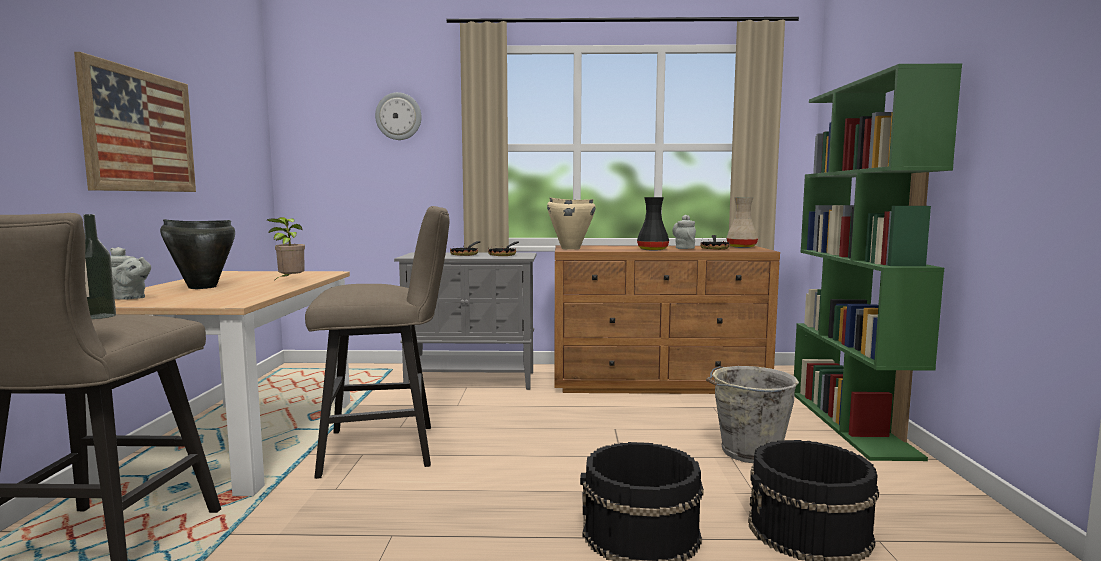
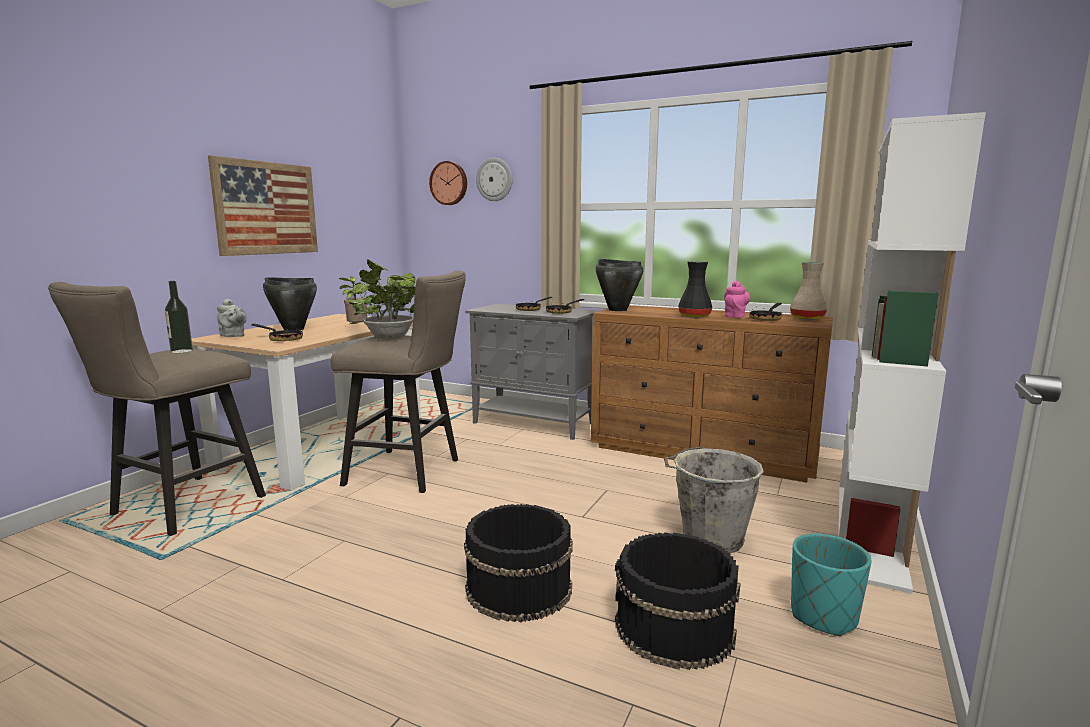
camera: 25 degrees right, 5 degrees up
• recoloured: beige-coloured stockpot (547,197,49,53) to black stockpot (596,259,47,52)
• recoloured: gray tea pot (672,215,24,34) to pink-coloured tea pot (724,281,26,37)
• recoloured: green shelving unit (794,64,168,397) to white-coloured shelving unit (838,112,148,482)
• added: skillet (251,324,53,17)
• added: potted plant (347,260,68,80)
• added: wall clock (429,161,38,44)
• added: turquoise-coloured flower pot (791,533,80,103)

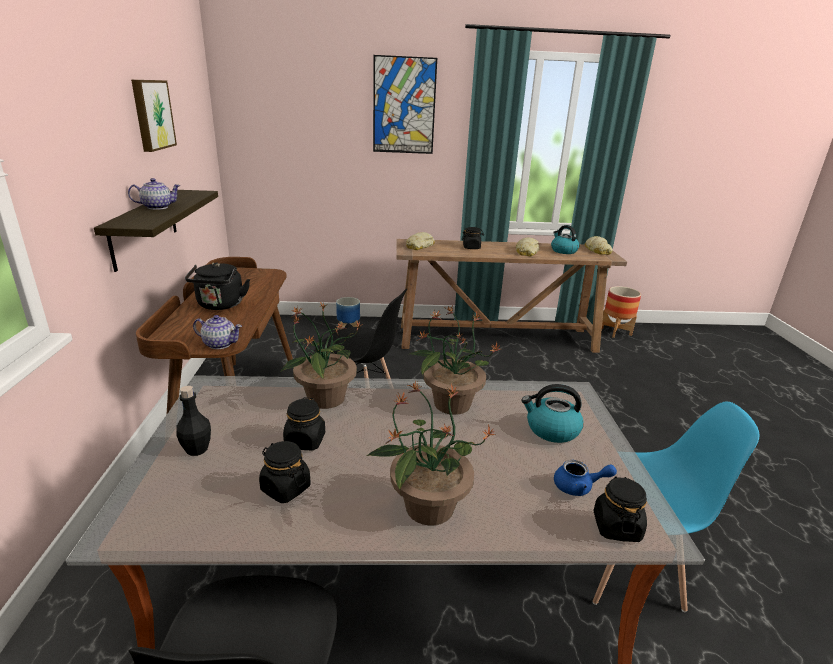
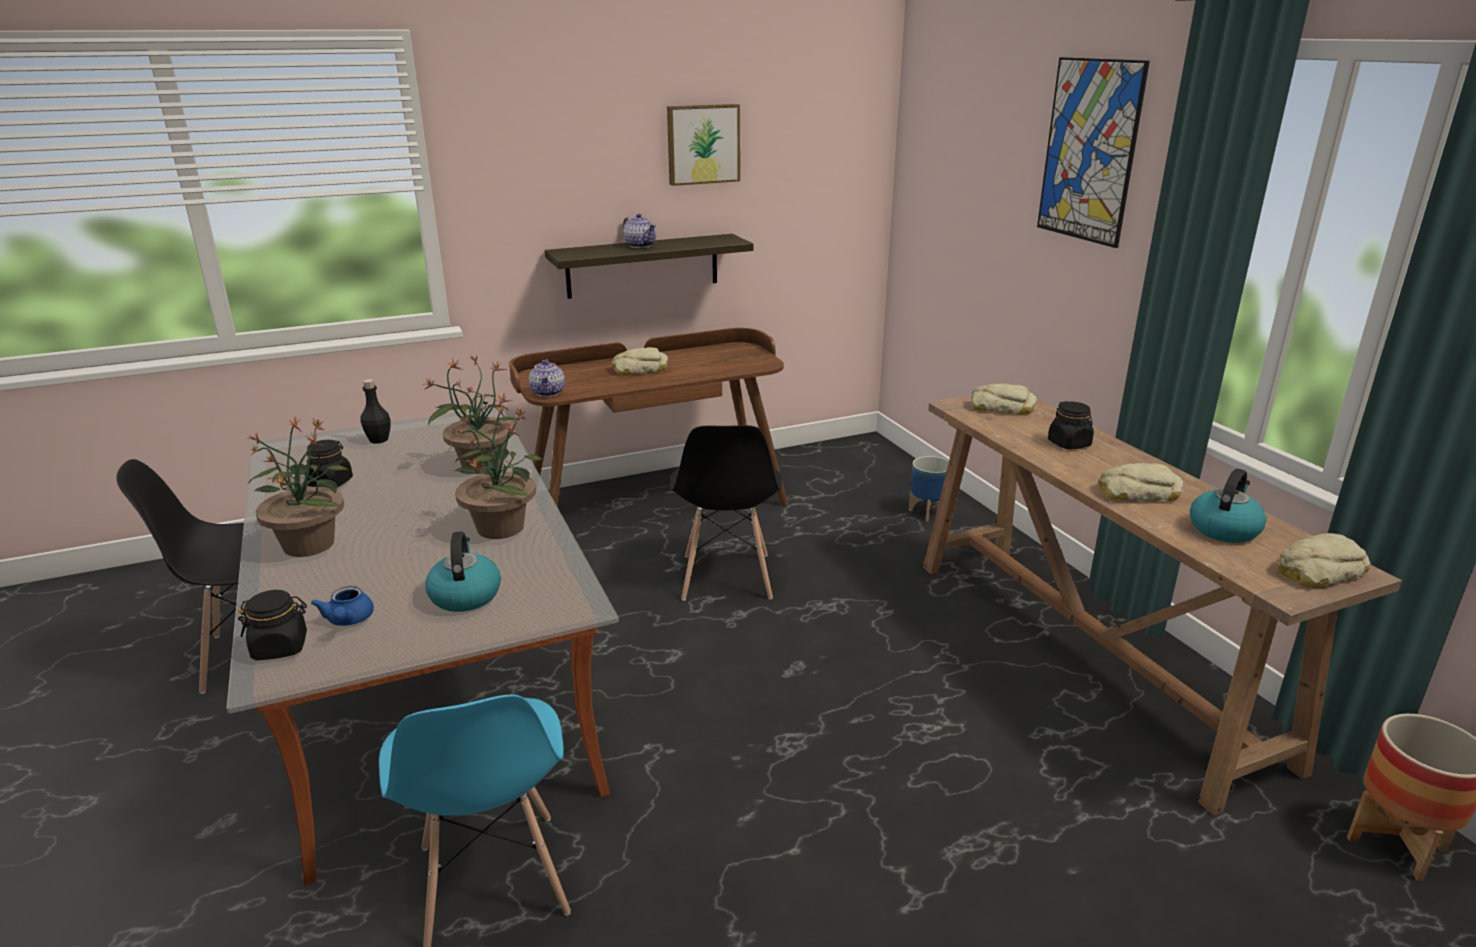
camera: 70 degrees right, 0 degrees up
• replaced: black kettle (185,262,65,48) to bakery bread (612,347,56,28)
• removed: black storage jar (283,397,42,53)

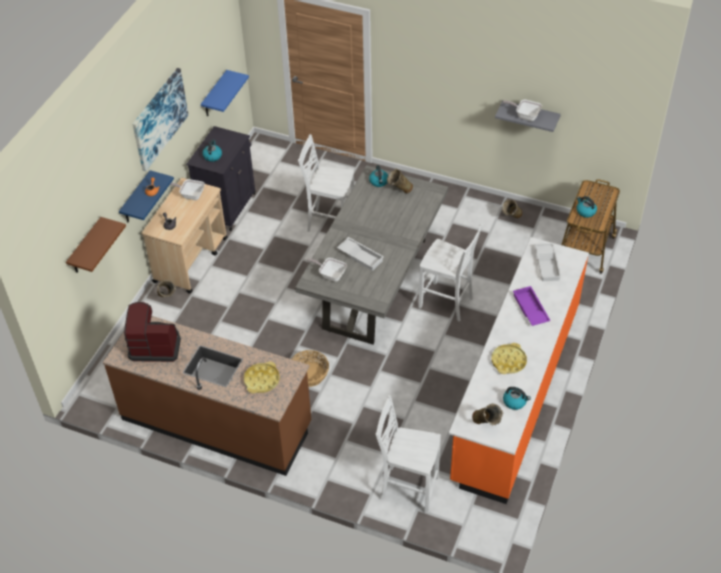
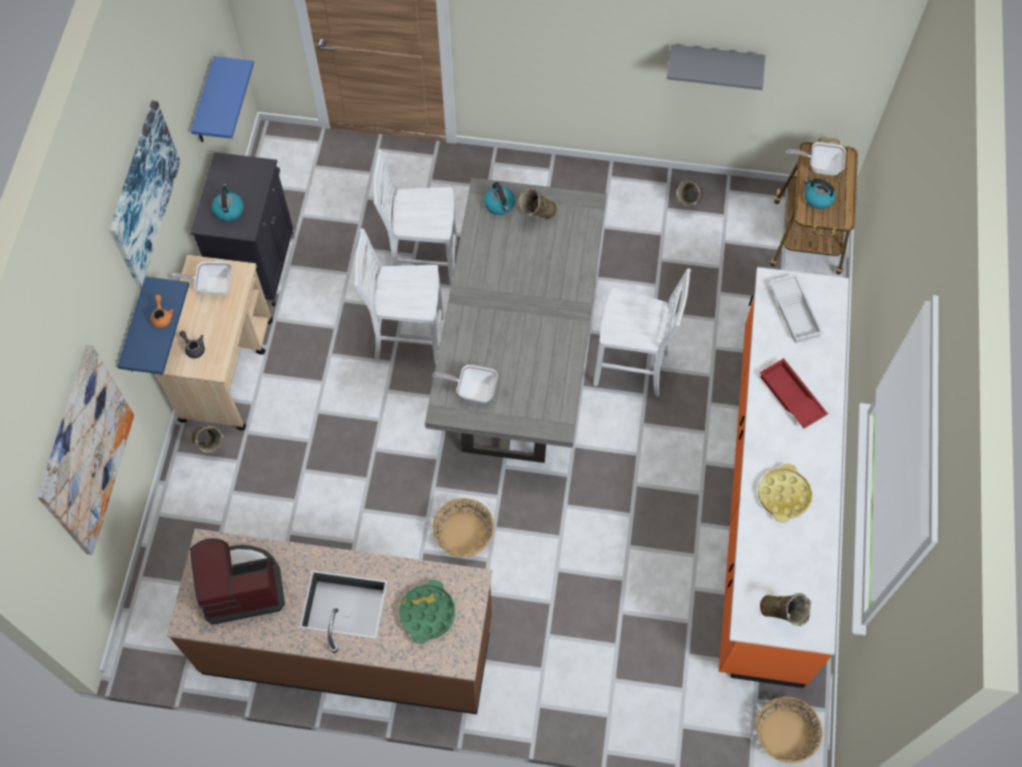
camera: 15 degrees left, 15 degrees up
• replaced: brown-coloured shelf (66,217,60,56) to wall picture (37,345,97,210)
• recoloured: yellow-coloured carrying tray (244,361,36,33) to green carrying tray (399,580,56,64)
• removed: white-coloured carrying tray (337,237,47,34)
• moved: white-coloured chair (376,395,65,119) to (354,228,90,137)
• moved: skillet (503,99,39,22) to (786,142,60,34)
• removed: kettle (503,387,28,23)
• recoloured: purple carrying tray (513,286,38,40) to red carrying tray (760,358,68,70)
• added: storage basket (756,696,67,67)

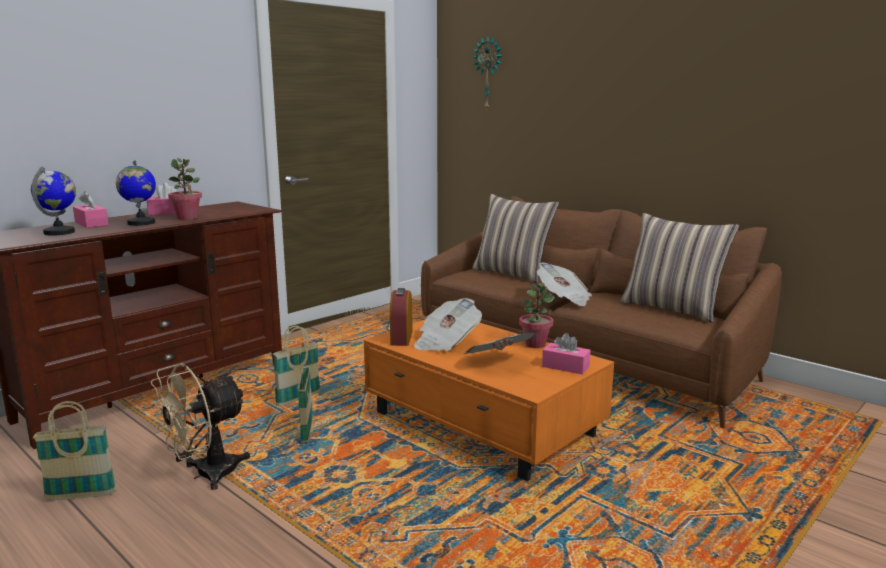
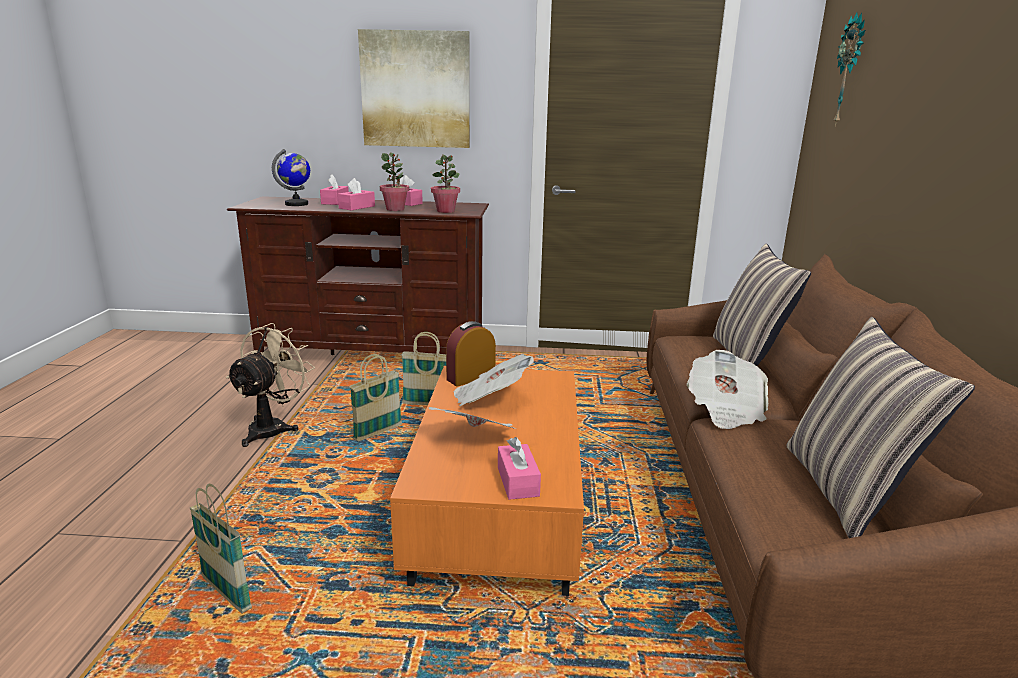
camera: 50 degrees right, 5 degrees up
• moved: storage basket (33,401,84,99) to (189,484,63,130)
• replaced: globe (116,160,40,66) to pink-coloured tissue box (338,178,37,32)
• turned: beige-coloured cooling fan (151,363,99,127) = (226,323,89,124) 105 degrees clockwise
• moved: potted plant (519,283,36,65) to (431,154,29,59)
• added: wall picture (358,29,112,119)

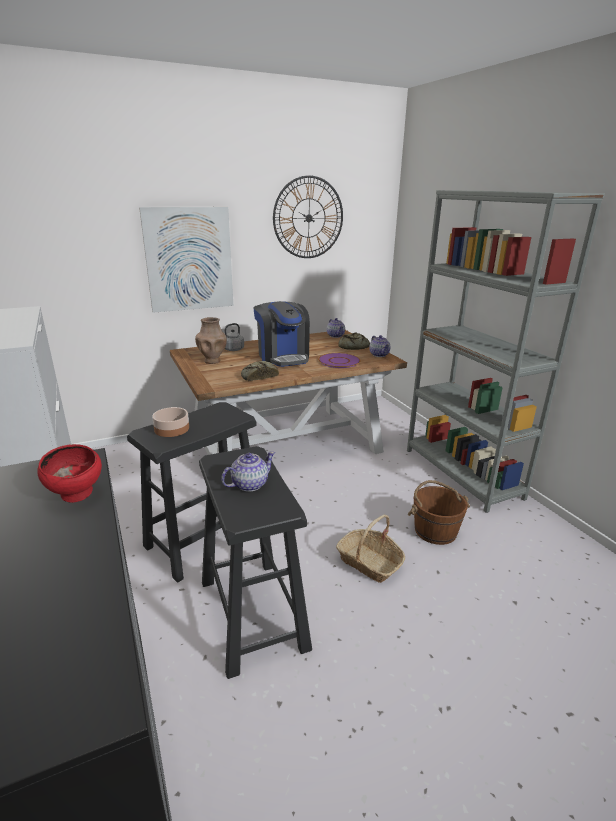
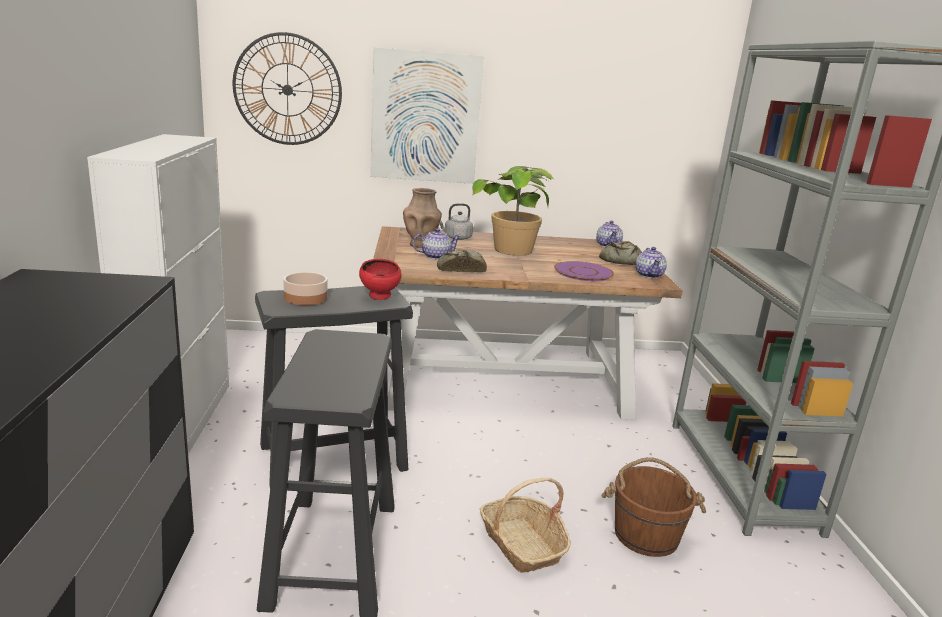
camera: 20 degrees right, 5 degrees down
• moved: red deep dish (37,444,65,59) to (359,259,43,41)
• moved: tea pot (221,451,54,41) to (413,228,48,32)
• replaced: coffee machine (253,301,57,66) to potted plant (472,166,82,90)
• moved: wall clock (273,175,70,83) to (233,32,109,113)

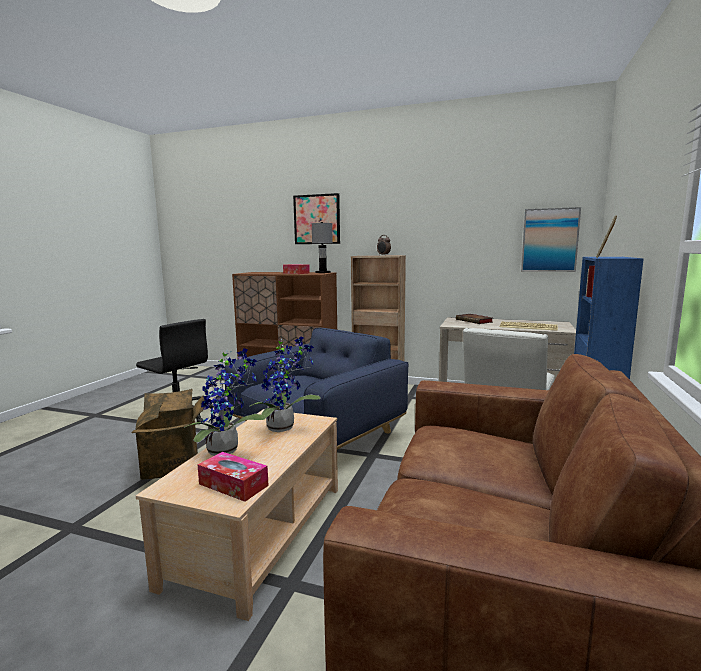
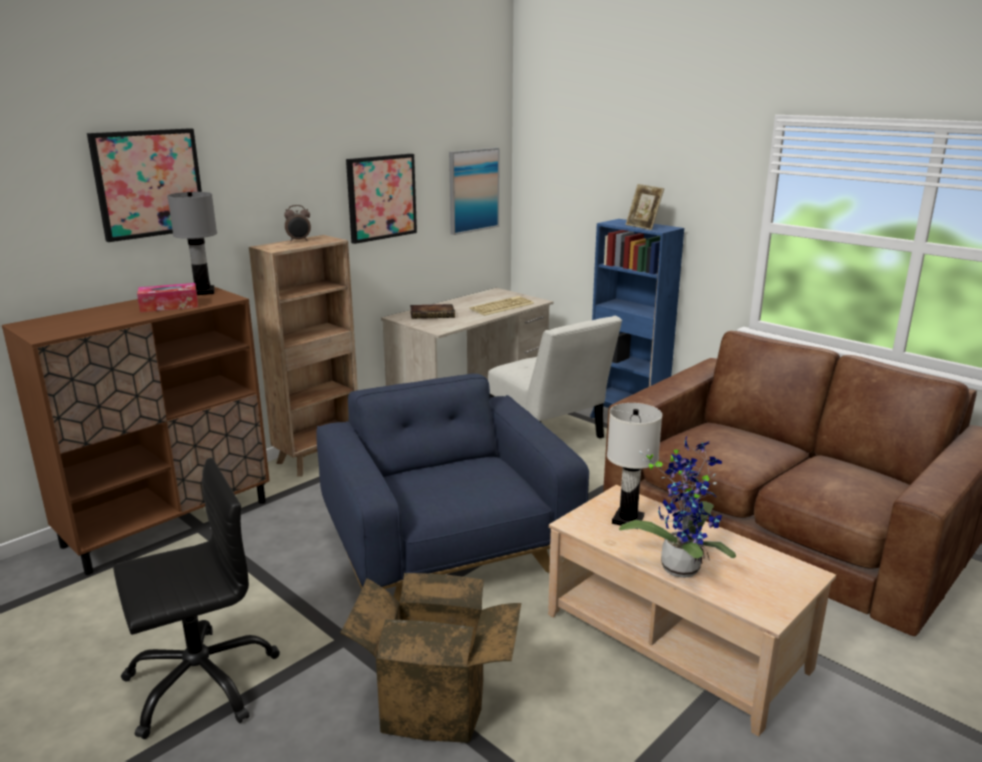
camera: 65 degrees left, 10 degrees up
• removed: tissue box (198,452,71,50)
• replaced: potted plant (250,336,71,96) to white-coloured lamp for a table (607,403,55,126)
• added: wall picture (346,154,71,90)

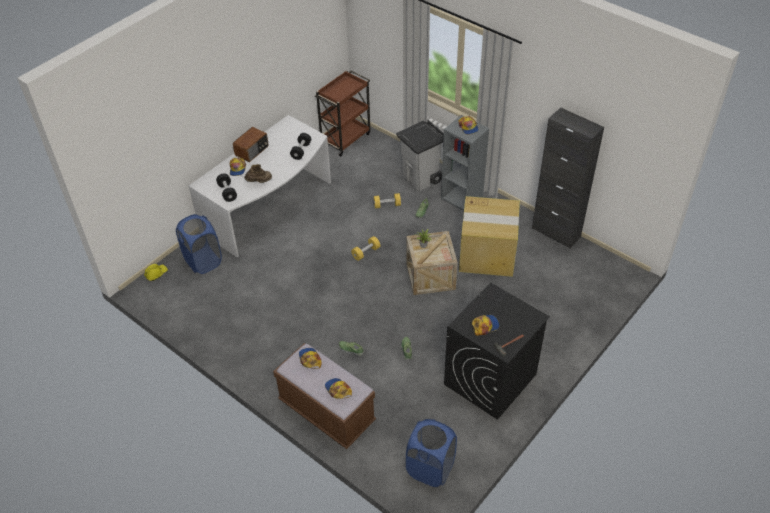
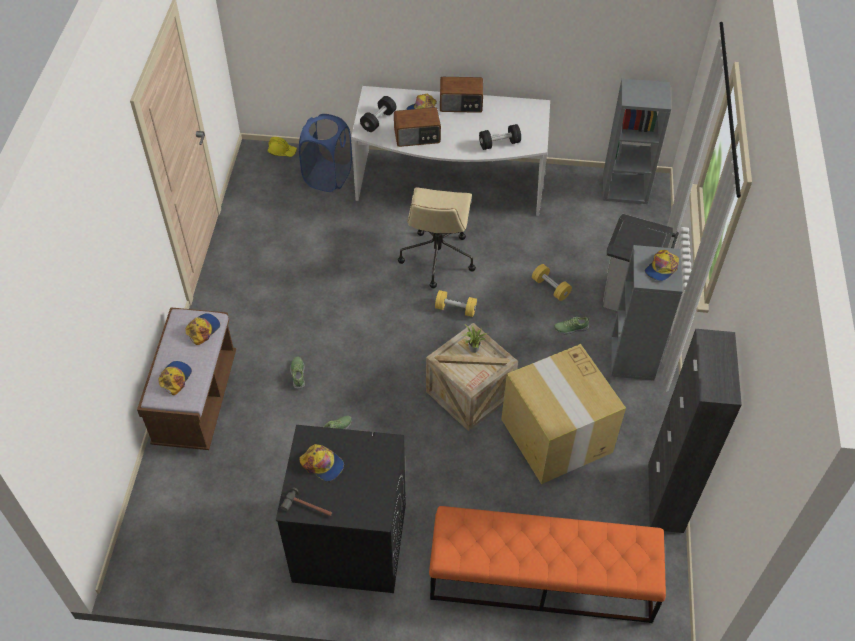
camera: 55 degrees right, 5 degrees up
• replaced: brown-coloured tall boot (244,164,28,19) to radio (394,107,47,40)
• replaced: brown-coloured wheeled cart (315,70,55,86) to gray shelving unit (603,79,68,125)
• removed: blue washing basket (406,419,51,68)
• added: beige-coloured desk chair (398,188,78,100)
• added: orange indoor bench (429,506,237,117)

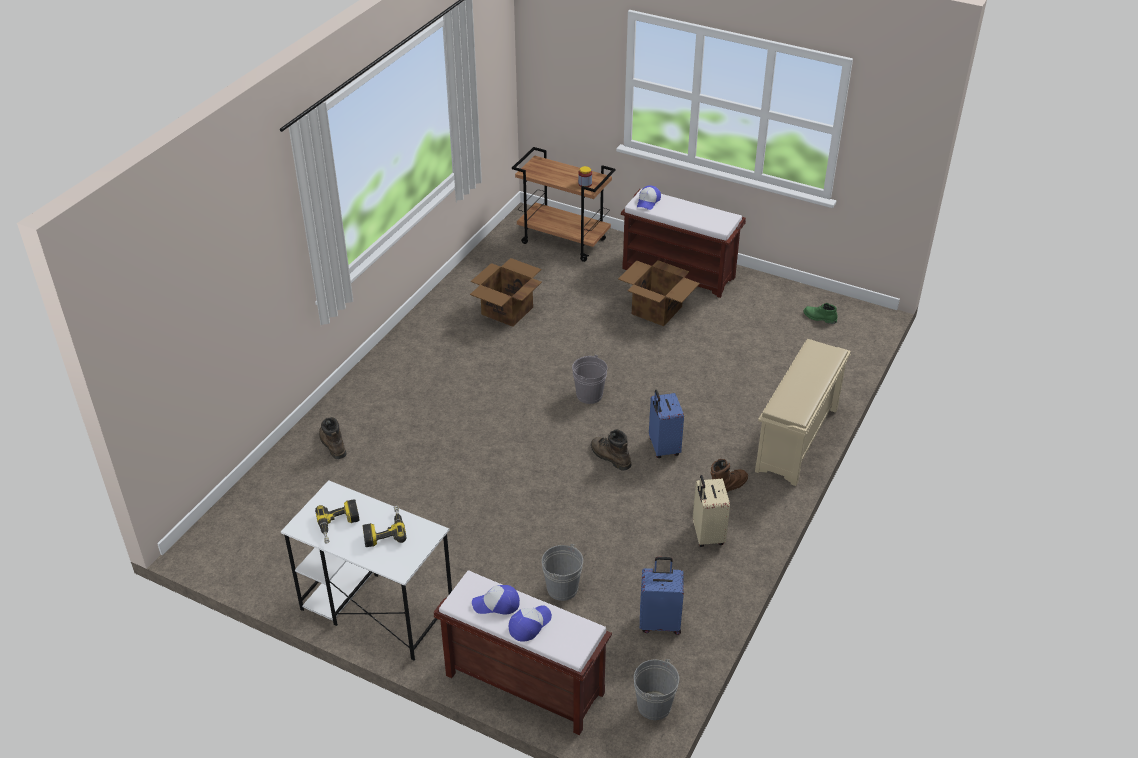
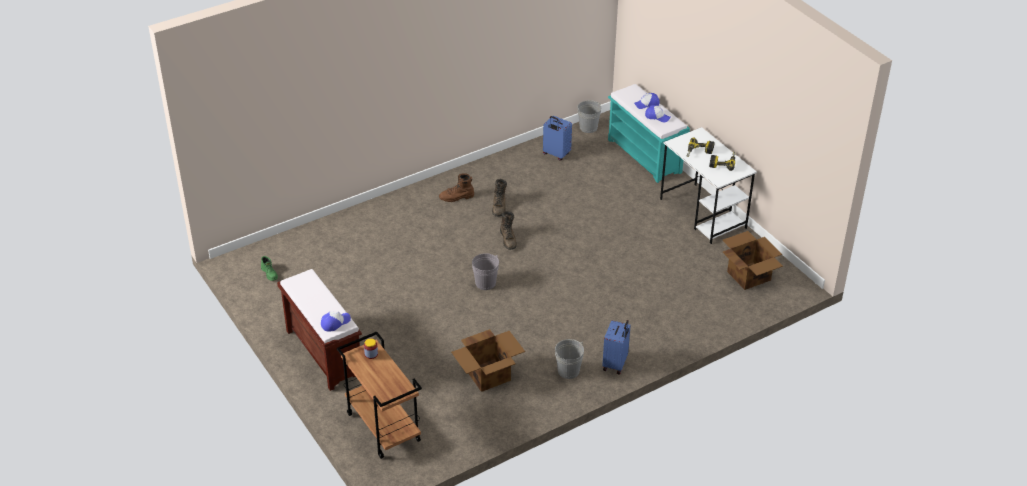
camera: 150 degrees left, 0 degrees up
• moved: brown-coloured tall boot (319,417,28,42) to (492,179,15,38)
• recoloured: brown-coloured indoor bench (434,570,178,165) to turquoise-coloured indoor bench (608,84,82,99)
• moved: gray water bucket (542,544,41,57) to (555,339,29,40)
• moved: carton (618,260,82,66) to (723,231,60,59)
• moved: blue piece of luggage (649,390,35,68) to (602,320,29,54)
• removed: beige-coloured piece of luggage (693,475,37,72)
• removed: beige-coloured shoe shelf (755,339,96,147)

